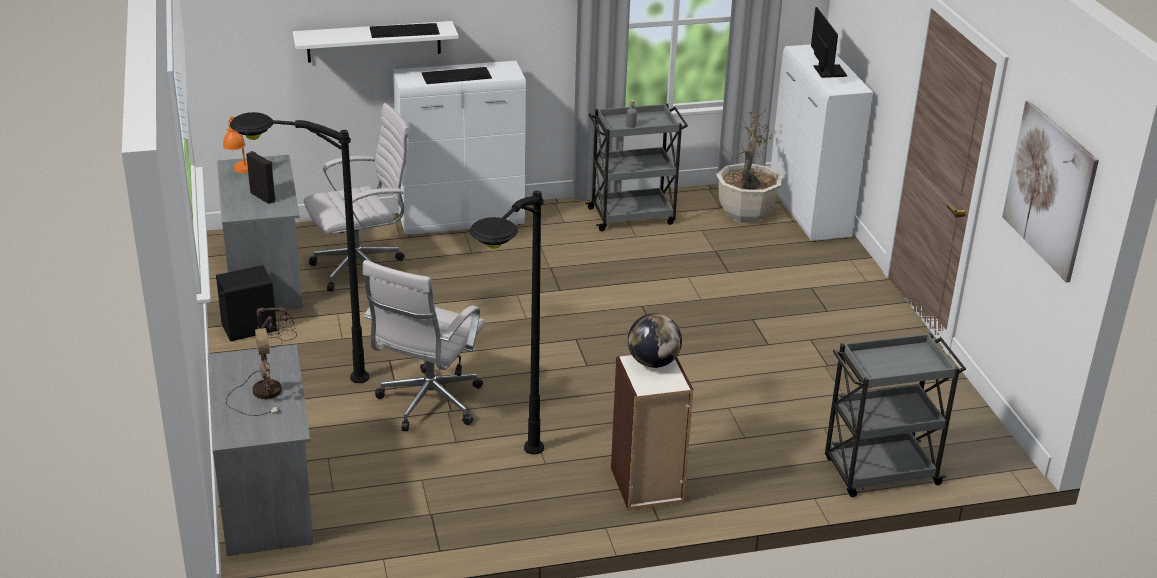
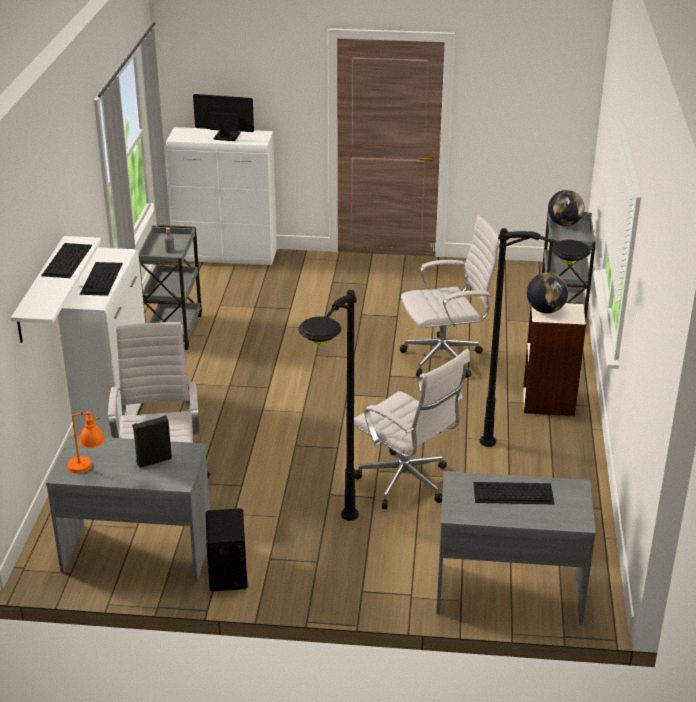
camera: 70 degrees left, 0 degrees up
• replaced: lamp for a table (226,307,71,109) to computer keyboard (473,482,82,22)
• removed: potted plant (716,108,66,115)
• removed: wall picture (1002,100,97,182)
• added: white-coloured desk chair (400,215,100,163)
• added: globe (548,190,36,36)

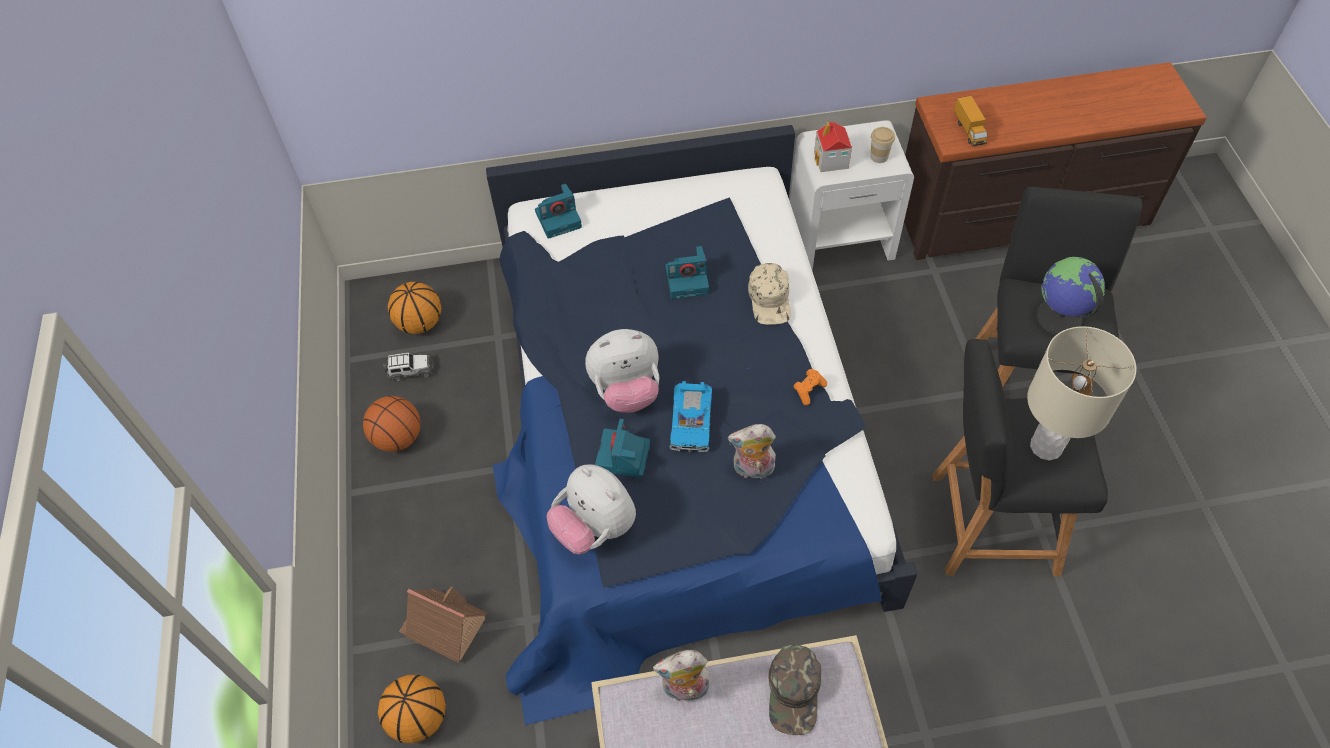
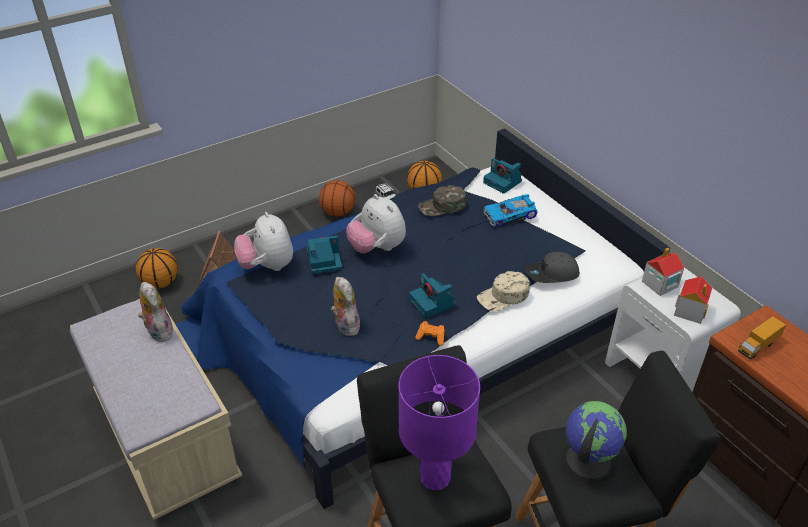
camera: 65 degrees right, 15 degrees down
• turned: plush toy (547,464,89,90) = (234,212,59,59) 45 degrees counterclockwise
• moved: still camera (666,246,43,53) to (409,273,47,45)
• moved: model car (670,381,42,71) to (484,194,54,32)
• moved: green baseball cap (769,645,52,90) to (418,185,49,32)
• replaced: drinking cup (870,127,25,36) to model house (674,276,38,48)
• recoloured: beige-coloured lamp for a table (1027,326,109,134) to purple lamp for a table (398,355,82,135)
• added: gray baseball cap (525,252,55,31)

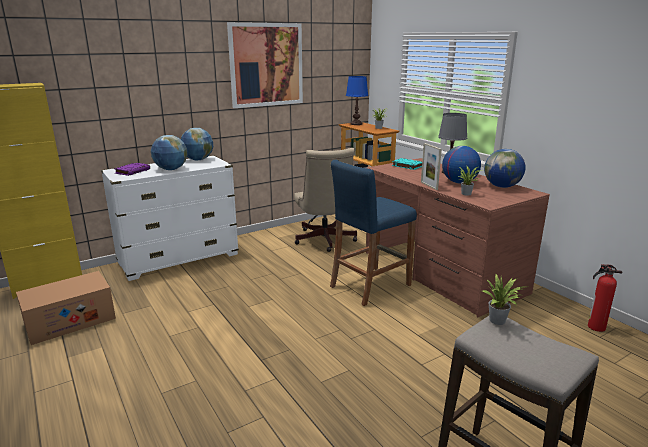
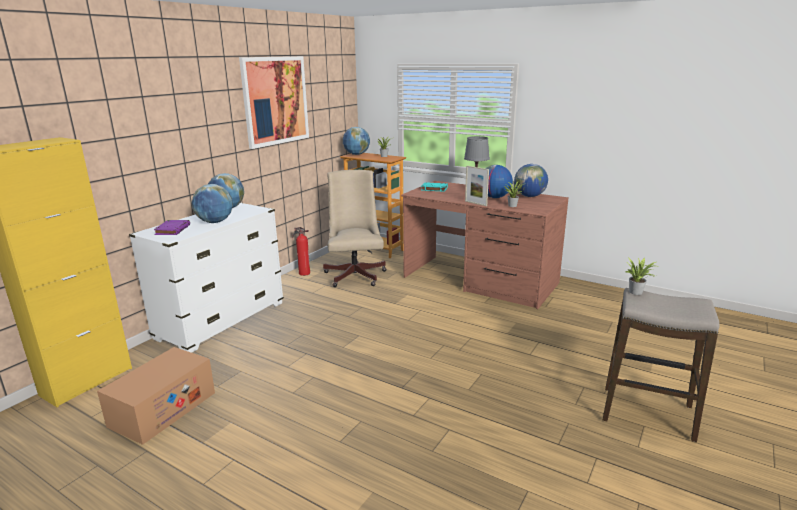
camera: 25 degrees left, 0 degrees up
• turned: beige-coloured desk chair (294,148,63,104) = (323,170,64,117) 150 degrees counterclockwise
• removed: blue stool seat (330,160,87,146)
• replaced: blue lamp for a table (346,76,22,49) to globe (343,127,27,28)
• moved: fire-fighting cylinder (588,264,34,68) to (292,227,18,49)

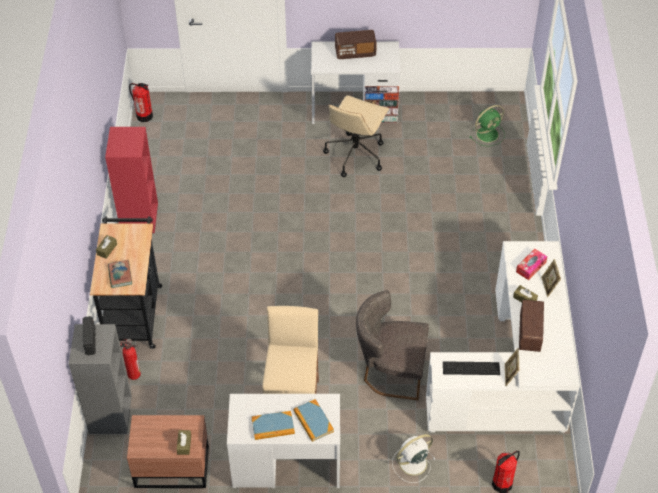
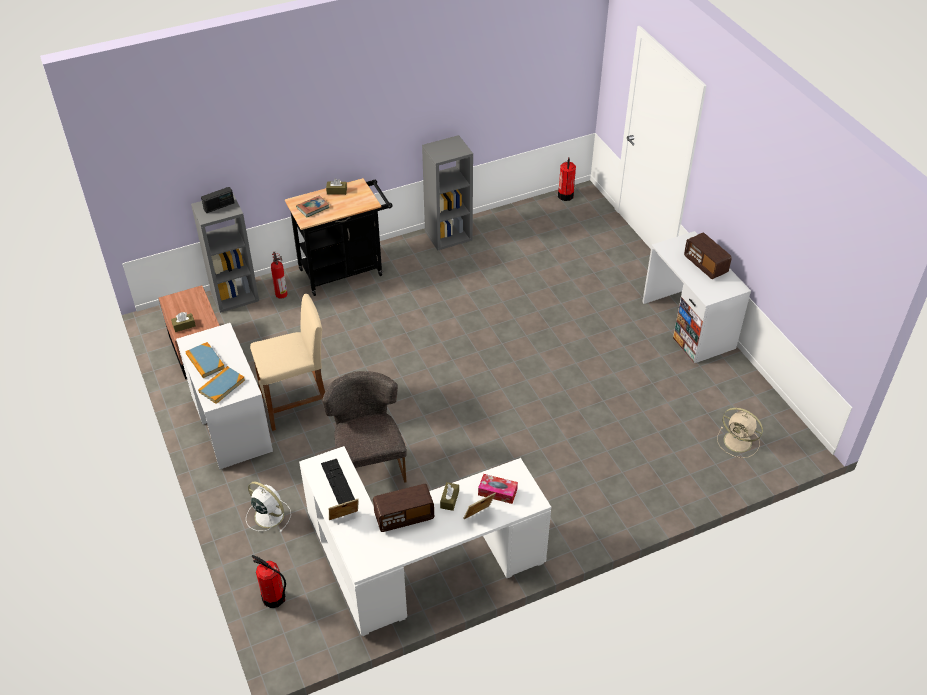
camera: 65 degrees right, 5 degrees down
• recoloured: red shelving unit (105,127,53,106) to gray shelving unit (422,135,51,115)
• removed: beige-coloured desk chair (323,95,66,82)
• recoloured: green cooling fan (469,105,36,41) to beige-coloured cooling fan (717,408,46,50)

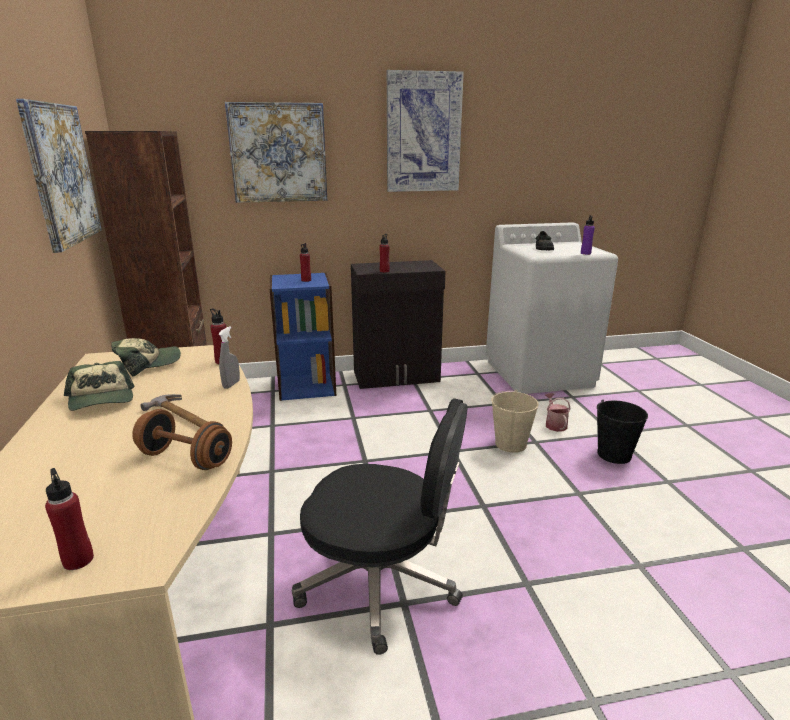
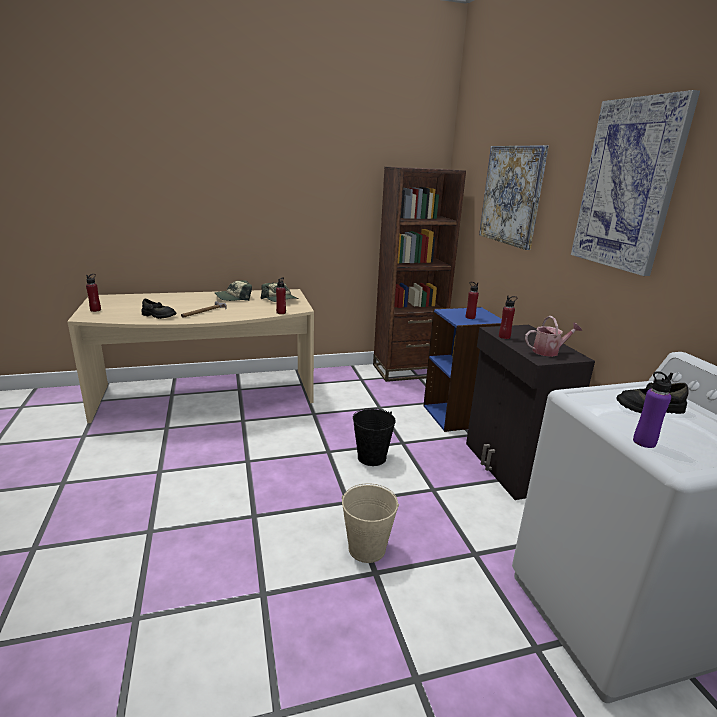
camera: 85 degrees right, 0 degrees up
• removed: wall picture (16,99,86,154)
• replaced: brown-coloured dumbbell (132,409,100,61) to black shoe (141,299,36,20)
• removed: gray spray bottle (219,326,21,63)
• removed: black desk chair (292,398,175,257)
• moved: sprinkling can (545,393,26,39) to (525,316,57,41)
• moved: black water bucket (597,400,51,64) to (353,408,43,58)

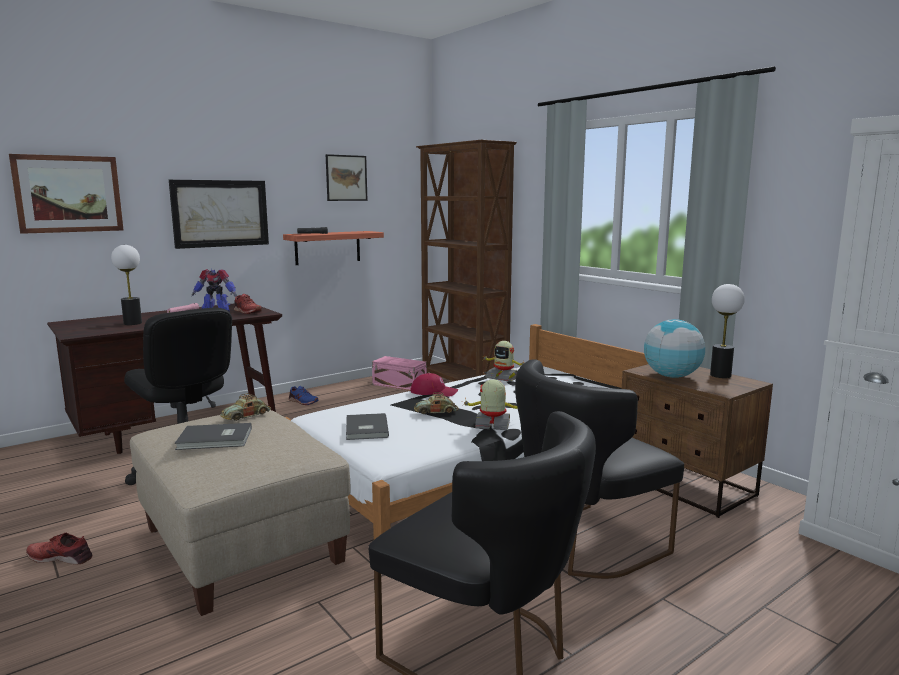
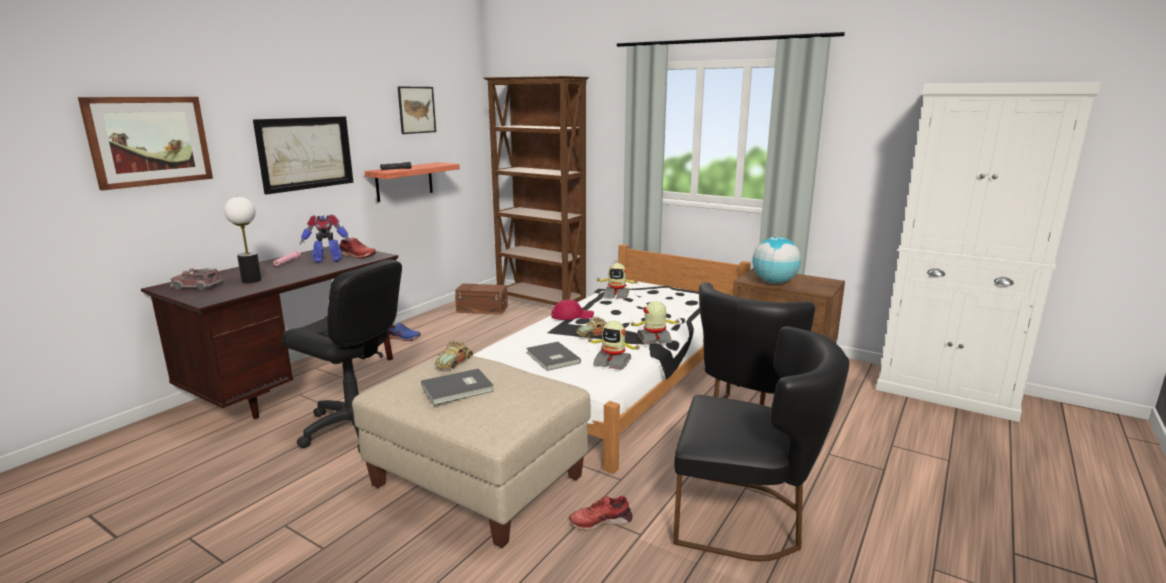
camera: 20 degrees left, 5 degrees up
• moved: red shoe (26,533,66,32) to (569,496,63,35)
• recoloured: pink-coloured storage container (372,356,55,35) to brown-coloured storage container (455,283,53,32)
• removed: lamp for a table (710,284,35,94)
• added: toy truck (170,268,53,23)
• added: toy robot (586,321,55,49)

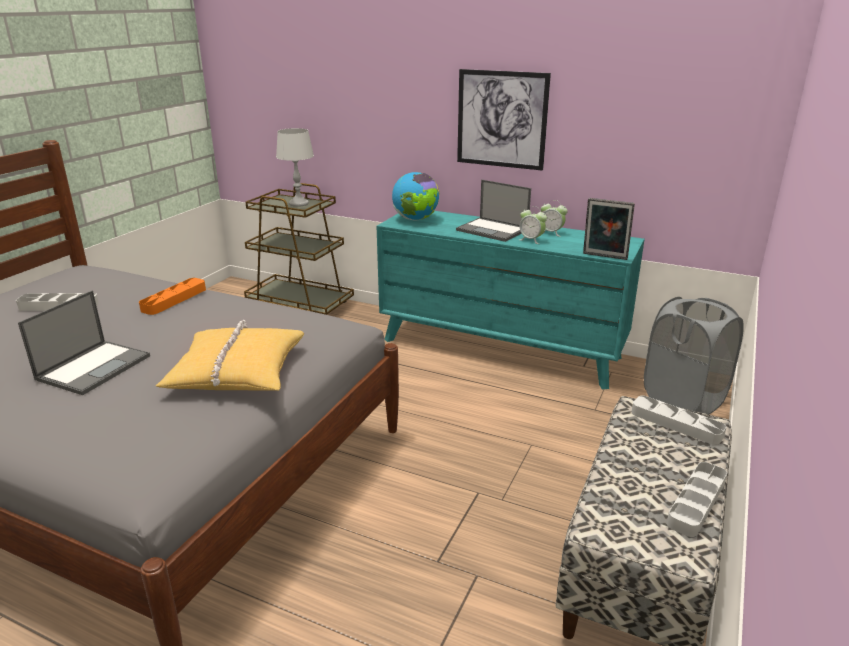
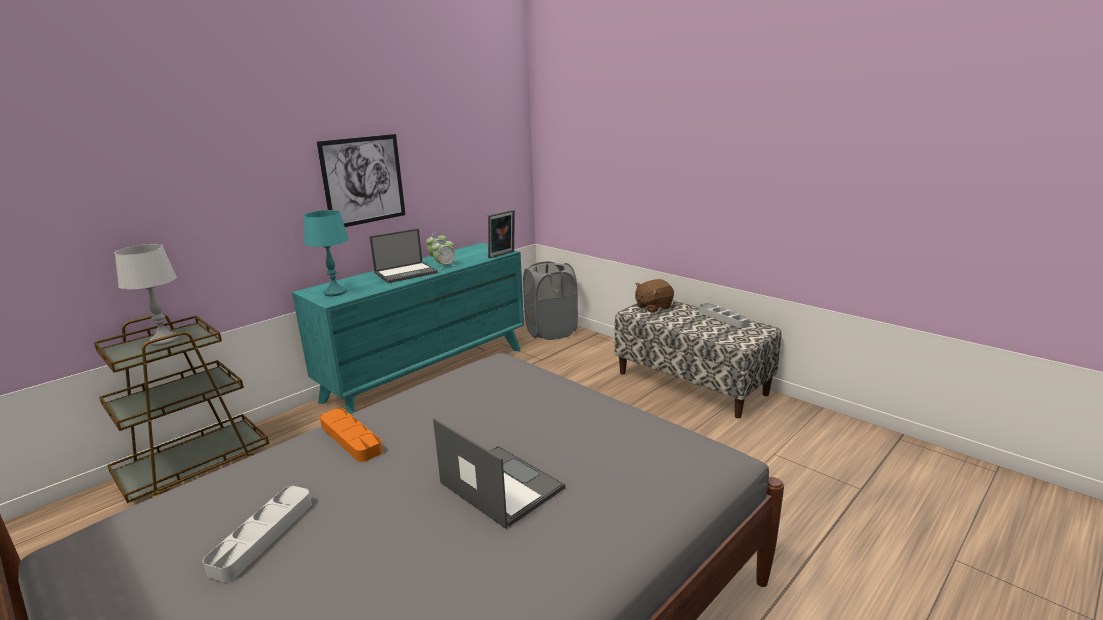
camera: 70 degrees left, 5 degrees down
• removed: yellow-coloured throw pillow (156,320,148,71)
• replaced: globe (392,172,47,48) to turquoise-coloured lamp for a table (304,210,45,86)
• replaced: gray carrying tray (632,396,94,49) to brown-coloured plush toy (635,279,39,34)

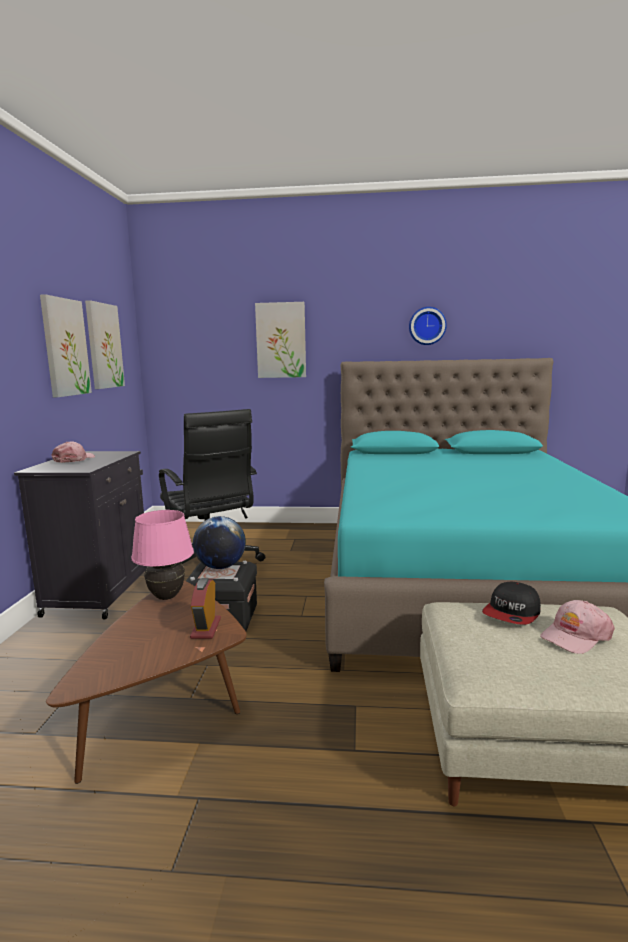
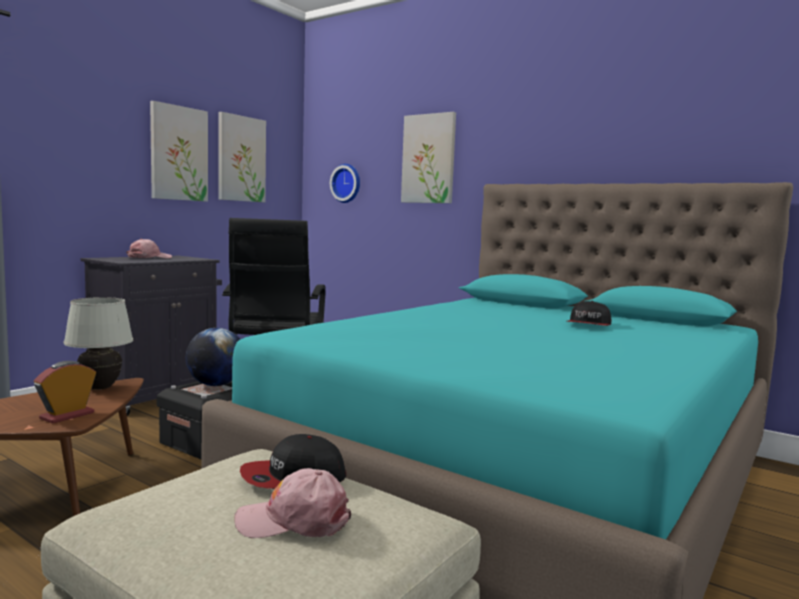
camera: 30 degrees right, 5 degrees down
• recoloured: pink-coloured lamp for a table (131,510,63,90) to white-coloured lamp for a table (64,297,69,93)
• moved: wall clock (409,307,38,38) to (330,164,30,39)
• added: baseball cap (566,301,45,25)

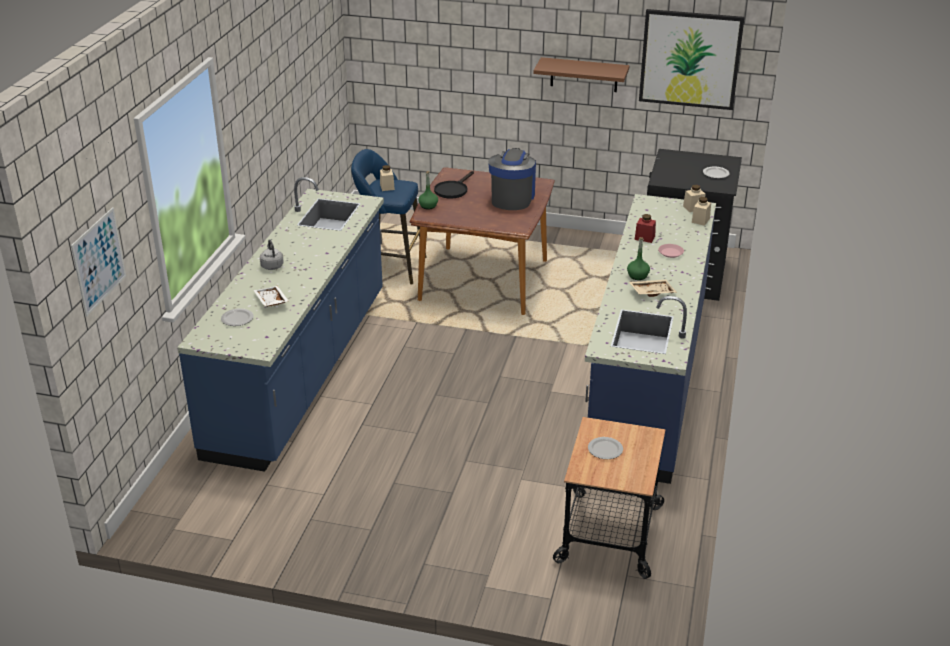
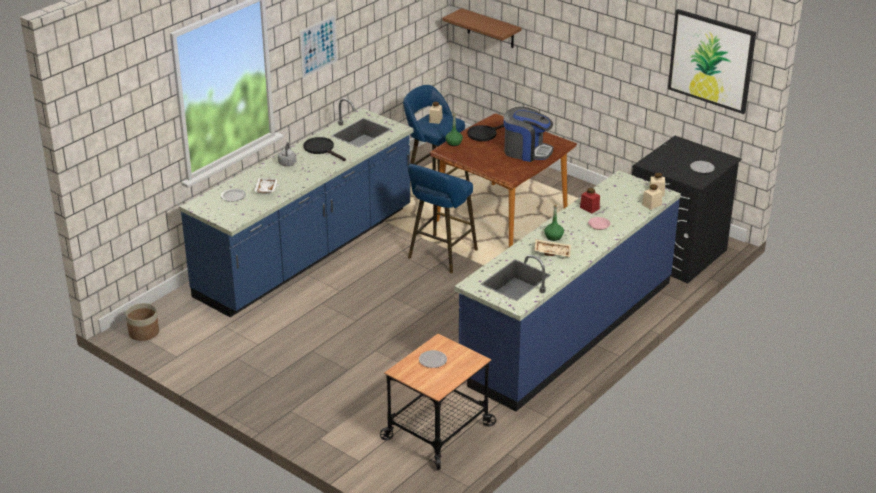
camera: 25 degrees right, 0 degrees up
• moved: wall picture (71,207,55,109) to (299,15,38,63)
• turned: coffee machine (488,148,48,62) = (504,107,49,55) 75 degrees clockwise
• moved: brown-coloured shelf (533,57,97,35) to (442,8,79,40)
• added: flower pot (126,303,33,38)
• added: black skillet (303,137,43,24)
• added: blue stool seat (408,164,70,109)

